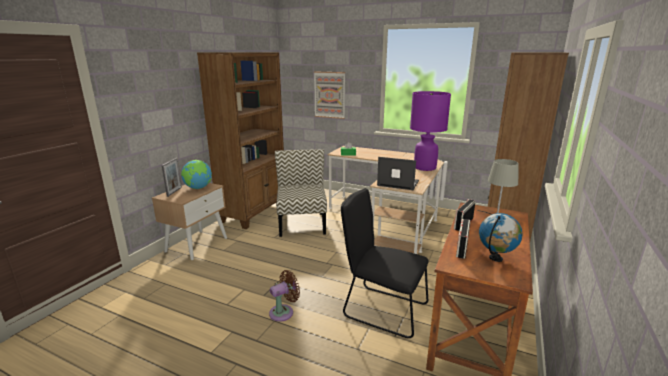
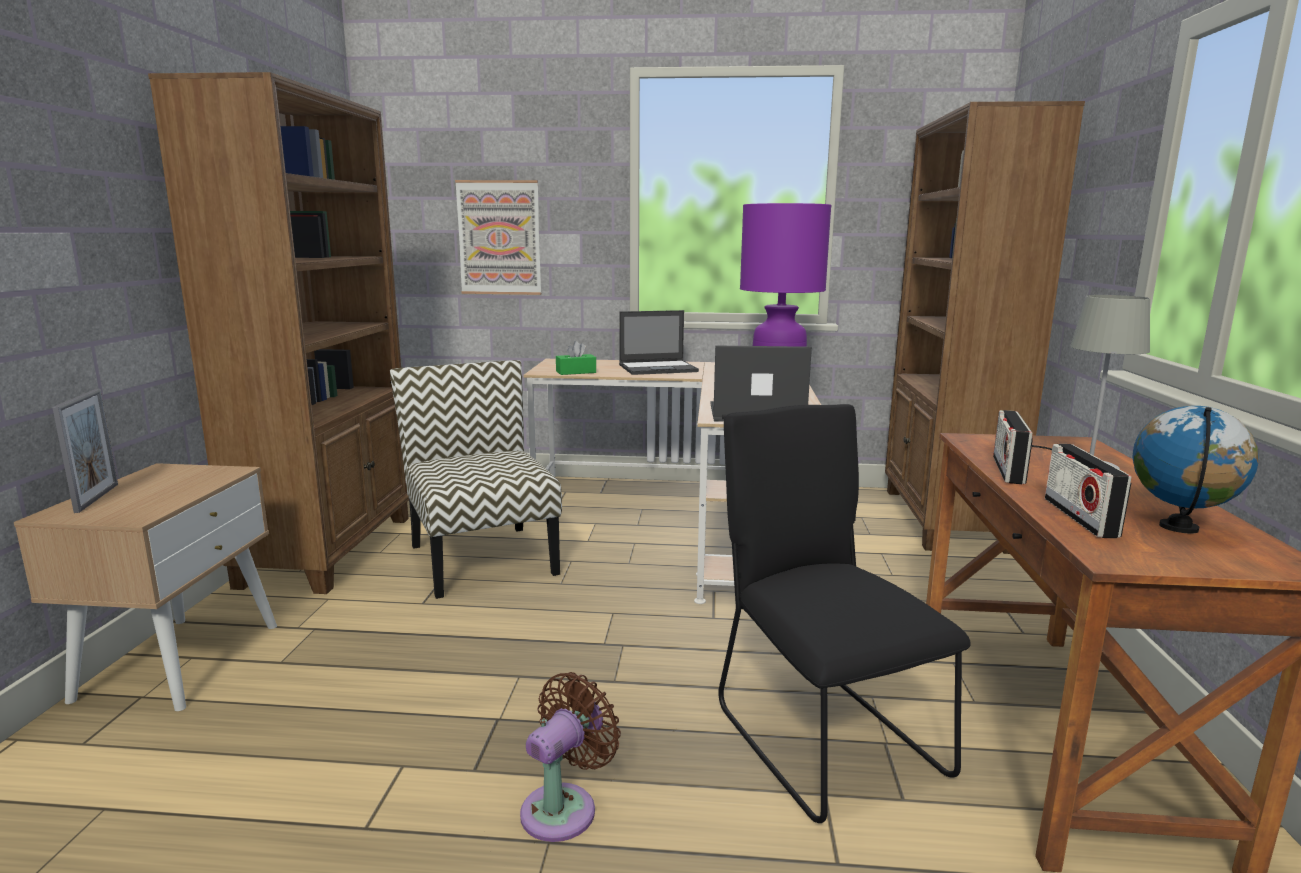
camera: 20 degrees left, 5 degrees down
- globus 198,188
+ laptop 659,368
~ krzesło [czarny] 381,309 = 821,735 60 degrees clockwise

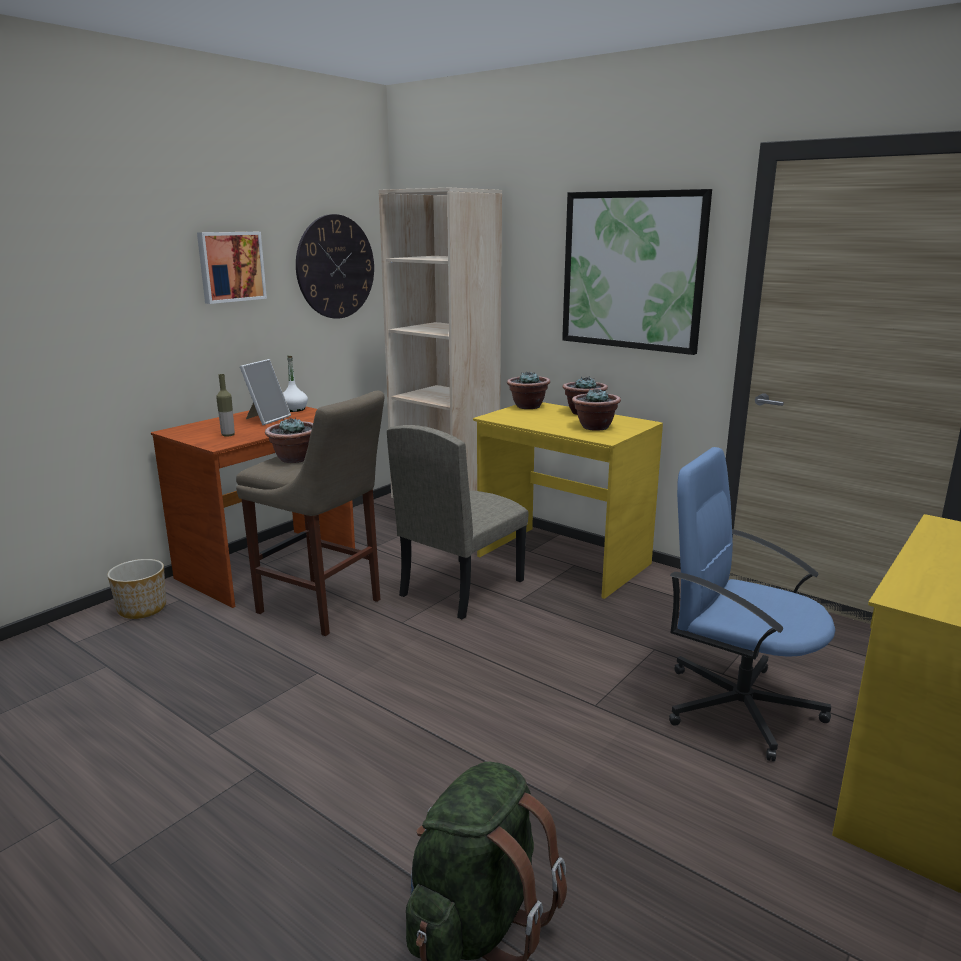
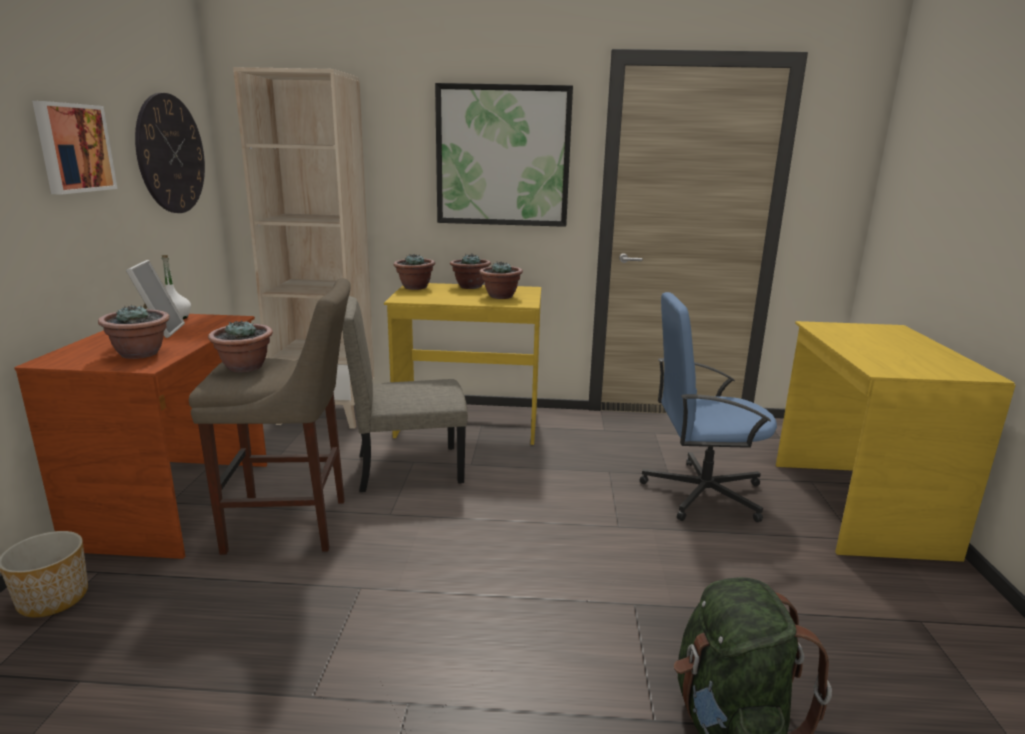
camera: 35 degrees left, 0 degrees up
~ butelka 228,435 to roślina doniczkowa 140,354
~ krzesło [beżowy] 461,587 = 409,468 75 degrees clockwise

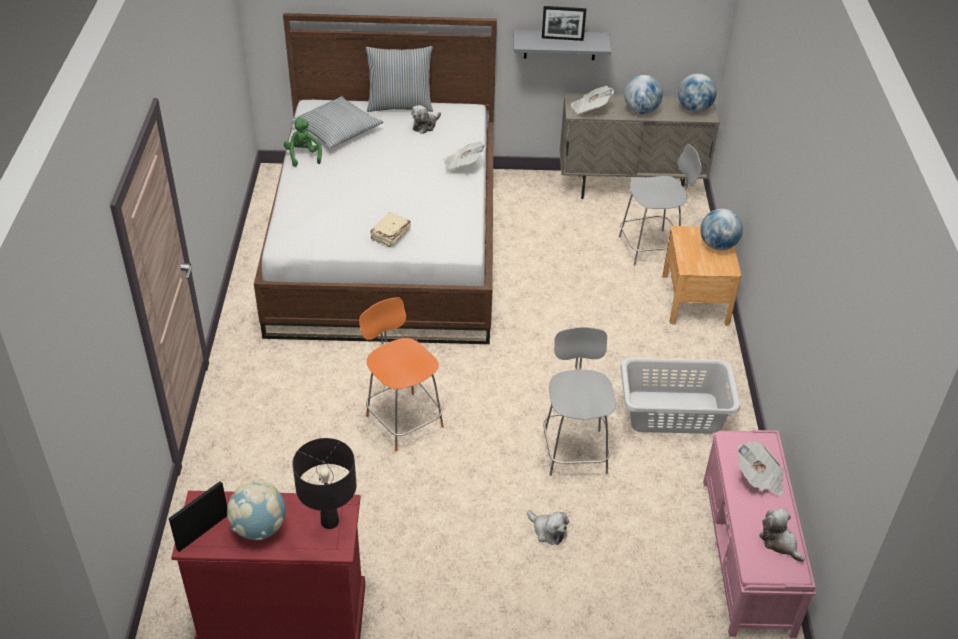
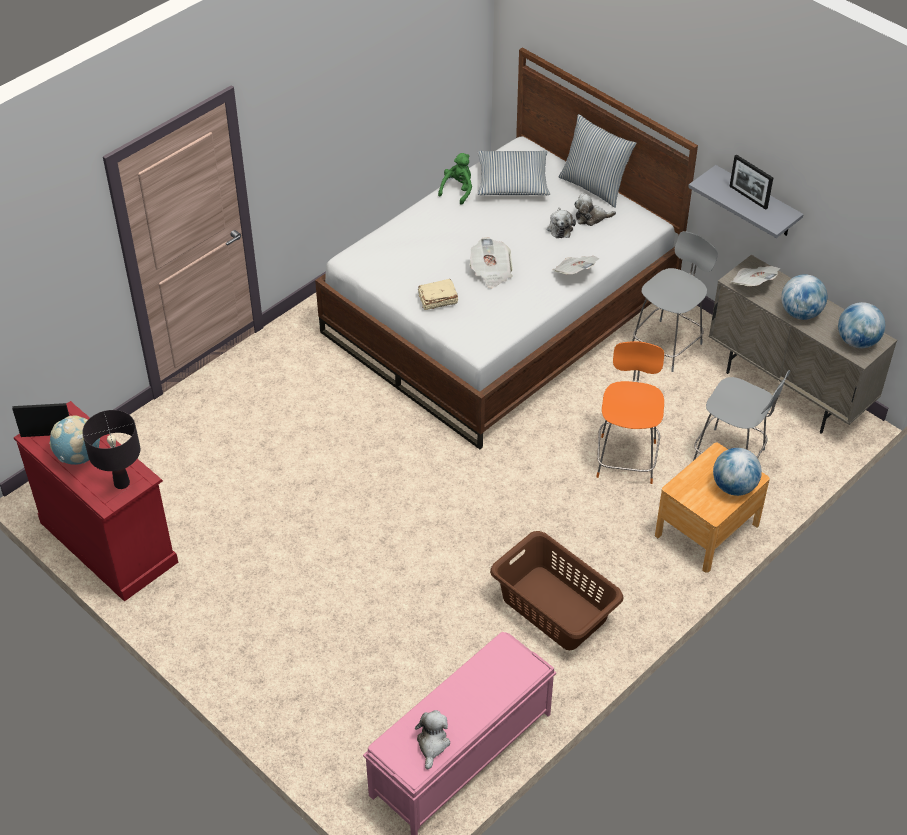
camera: 45 degrees right, 5 degrees up
~ krzesło [pomarańczowy] 403,419 to 626,457
~ pluszak 548,531 to 560,228
~ krzesło [szary] 575,450 to 668,344
~ gazeta 759,478 to 491,272
~ kosz na pranie [szary] 674,413 to kosz na pranie [brązowy] 554,609

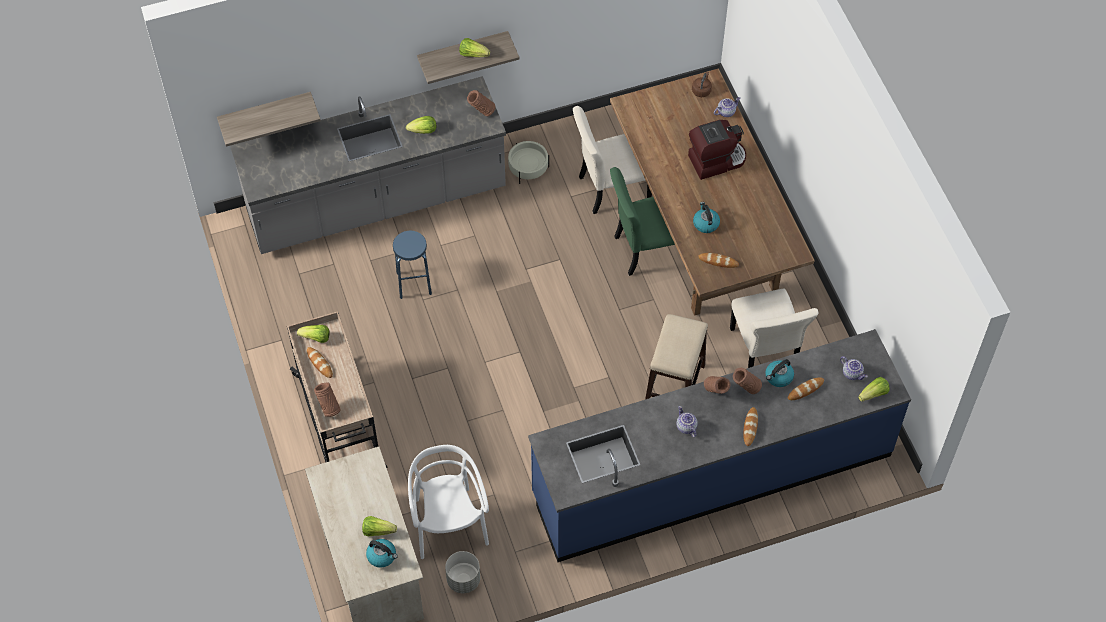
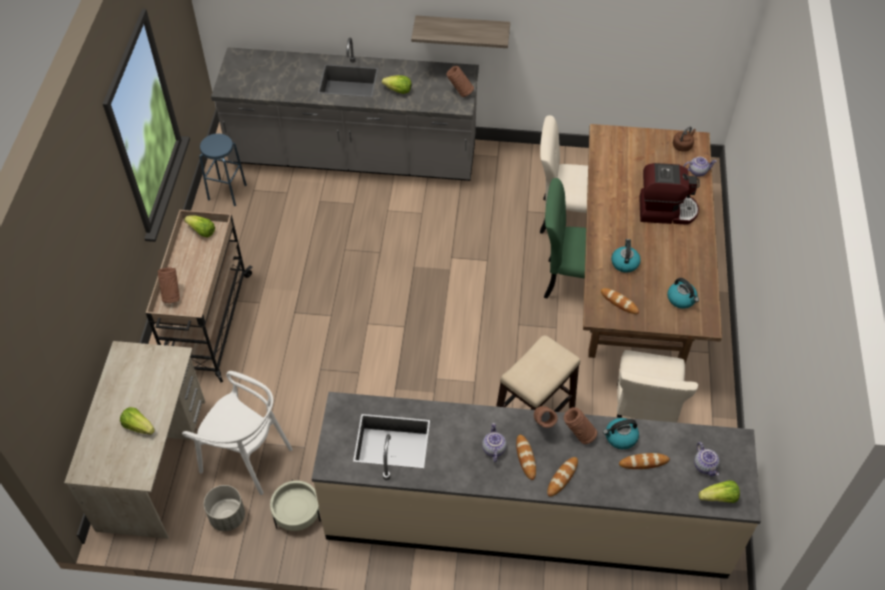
camera: 25 degrees right, 5 degrees down
- półka 265,113
- sałata 473,54
~ chleb 319,363 to 525,458
~ czajnik 382,556 to 681,299
~ stołek [niebieski] 413,283 to 227,192
~ donica [beżowy] 528,168 to 297,513
~ zabudowa kuchenna [niebieski] 711,474 to zabudowa kuchenna [beżowy] 527,517
~ krzesło [biały] 448,524 = 246,457 105 degrees clockwise

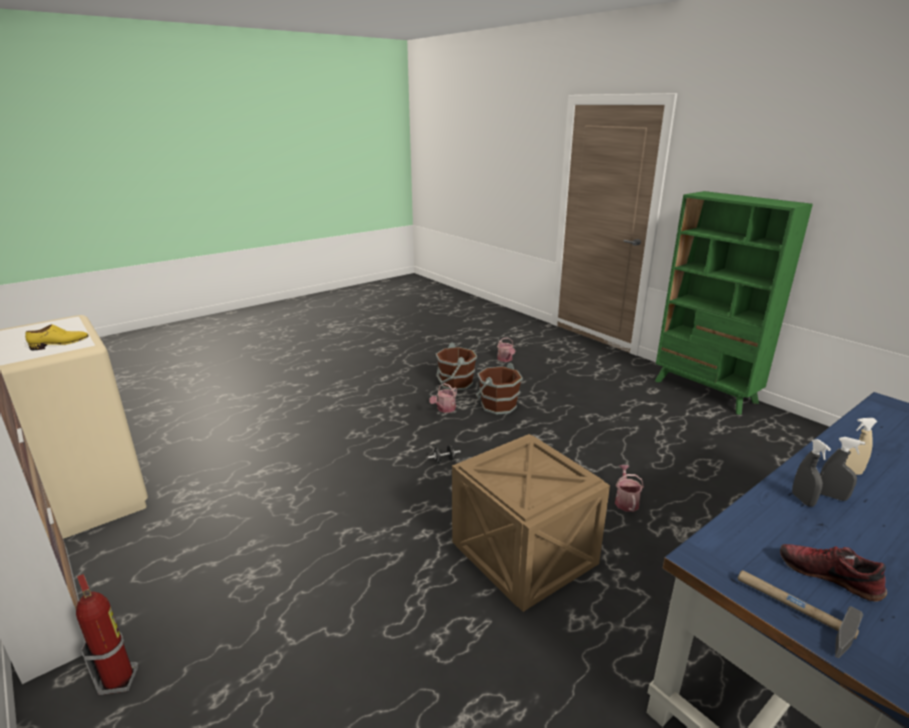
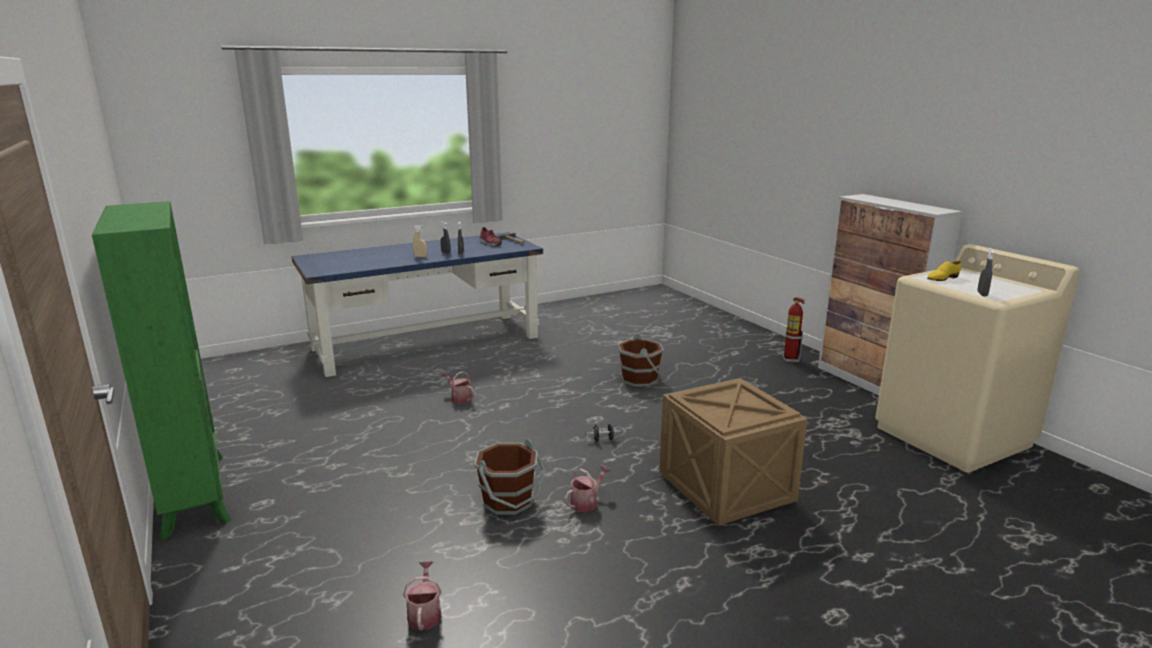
camera: 170 degrees left, 5 degrees down
+ spryskiwacz [szary] 982,294
~ wiadro [brązowy] 455,383 to 640,379
~ skrzynka 524,556 to 724,487
~ konewka 625,501 = 459,398 120 degrees clockwise

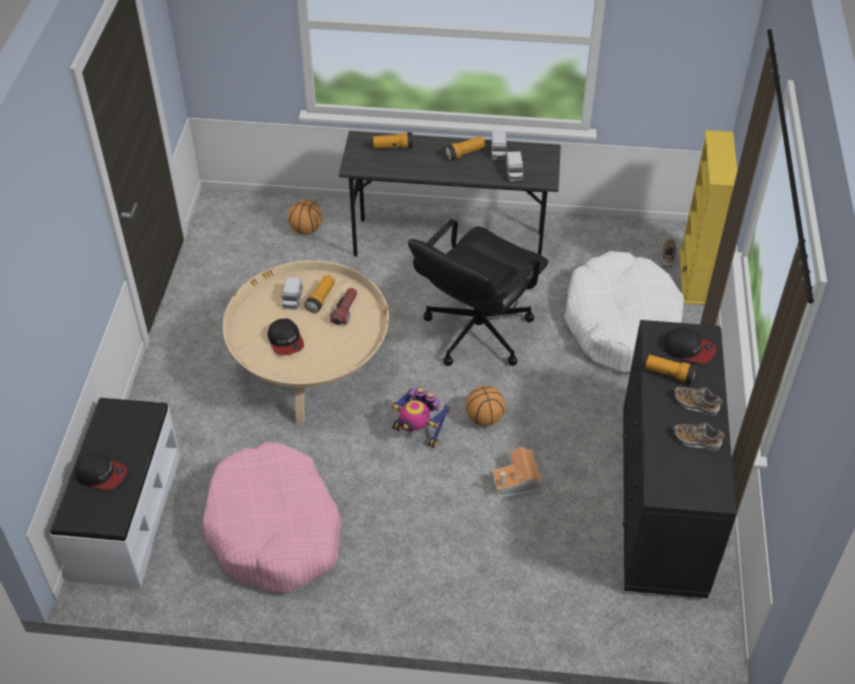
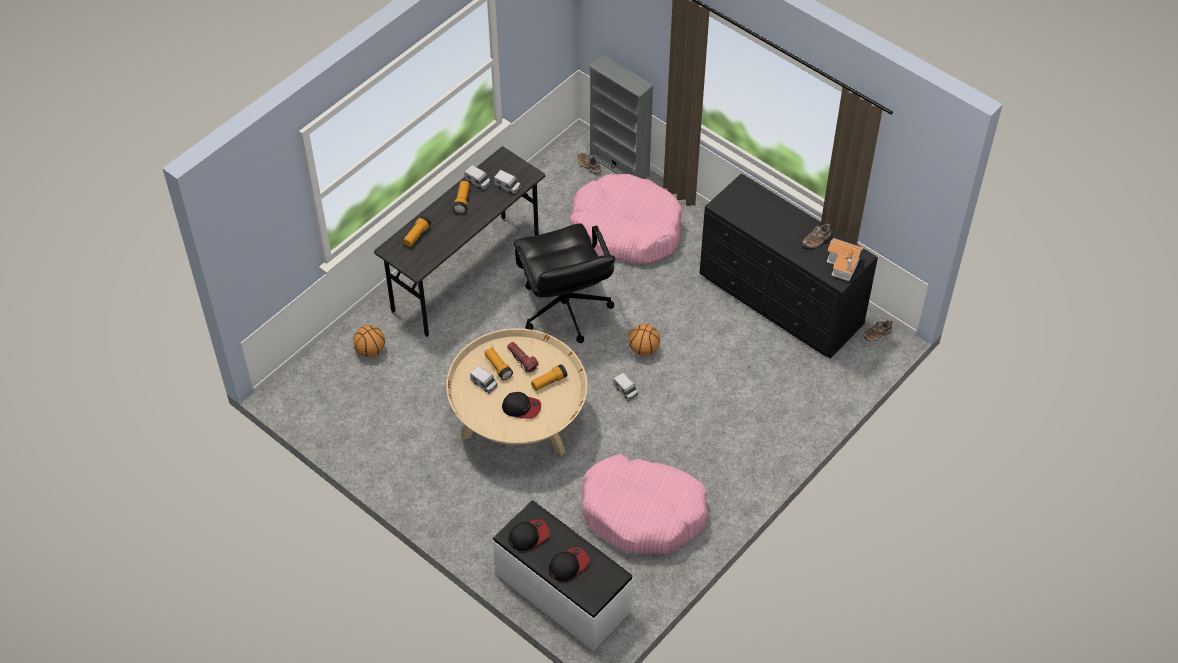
camera: 55 degrees left, 5 degrees up
~ domek 516,482 to 843,265
~ latarka 669,374 to 549,382
~ czapka z daszkiem 689,349 to 528,536
~ but 696,404 to 877,334
~ robot zabawkowy 419,432 to ciężarówka zabawkowa 625,391
~ legowisko [biały] 621,324 to legowisko [różowy] 626,229
~ regał [żółty] 694,277 to regał [szary] 619,165

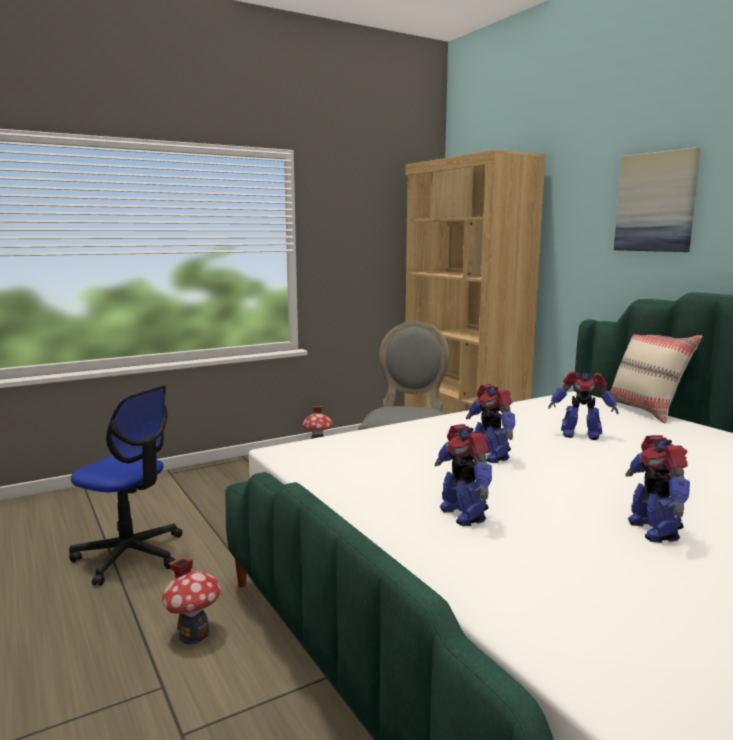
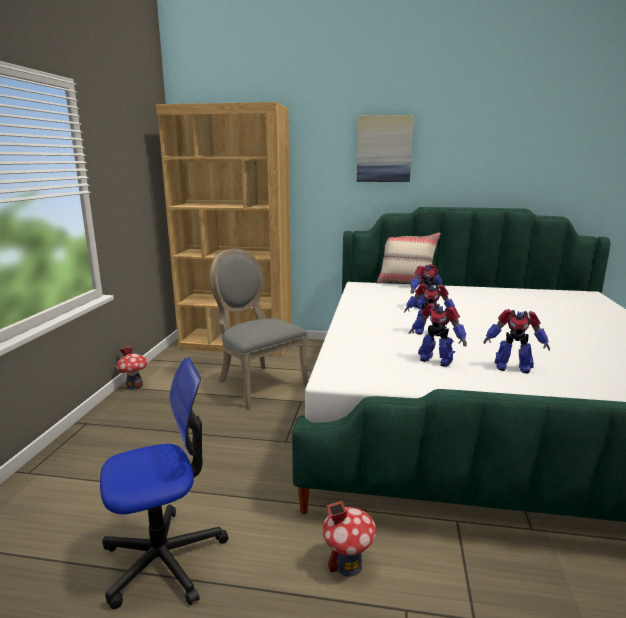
camera: 50 degrees left, 5 degrees up
~ robot zabawkowy 653,530 to 435,360

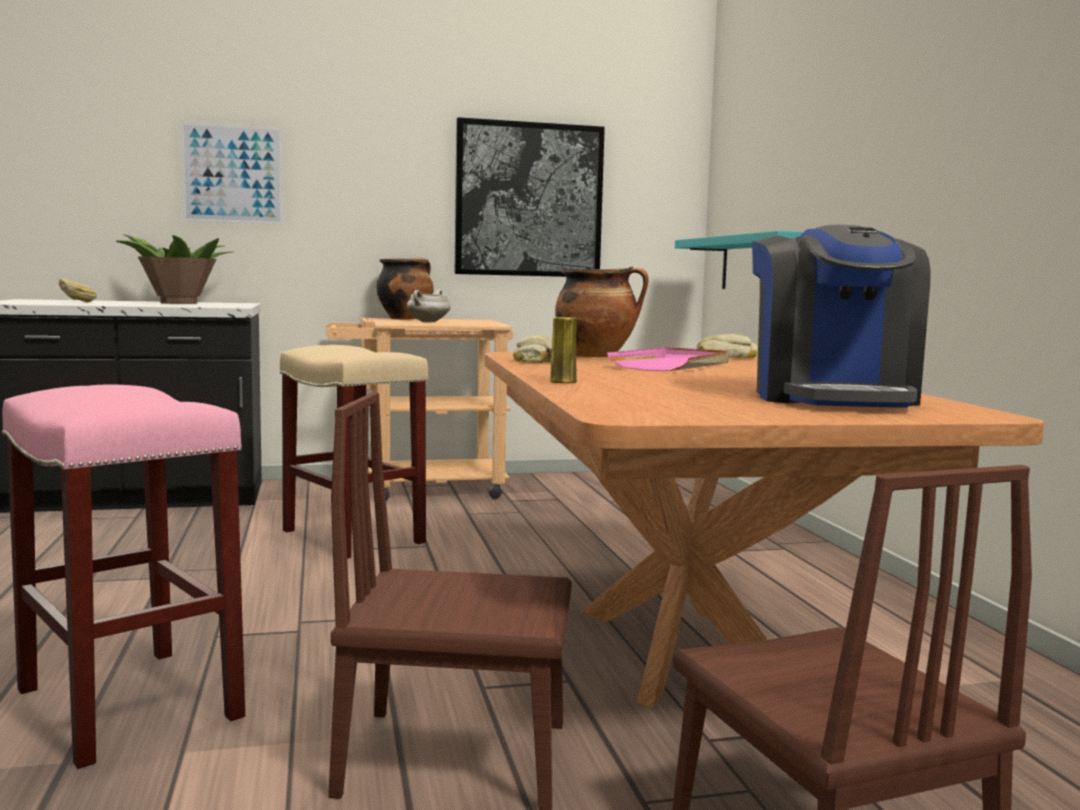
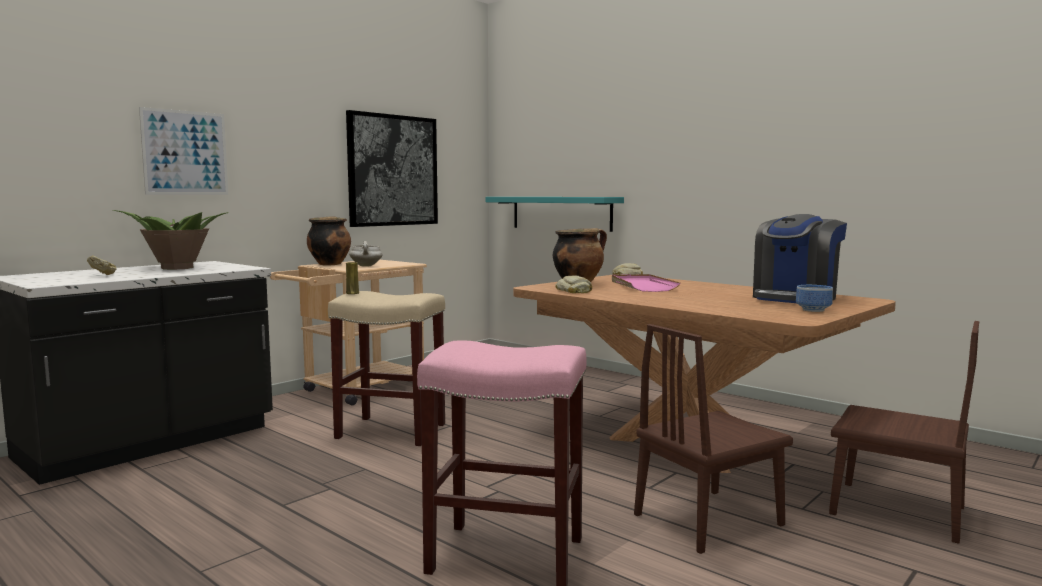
camera: 35 degrees left, 0 degrees up
+ miska 812,310
~ wazon [żółty] 563,381 to 352,293
~ ekspres do kawy 831,398 = 795,298 75 degrees clockwise

